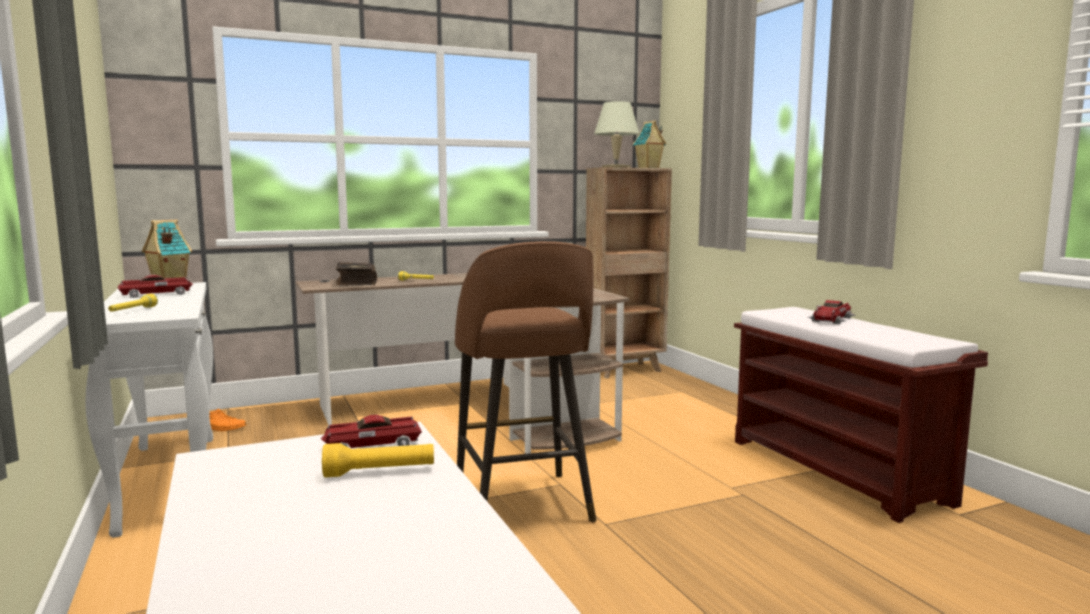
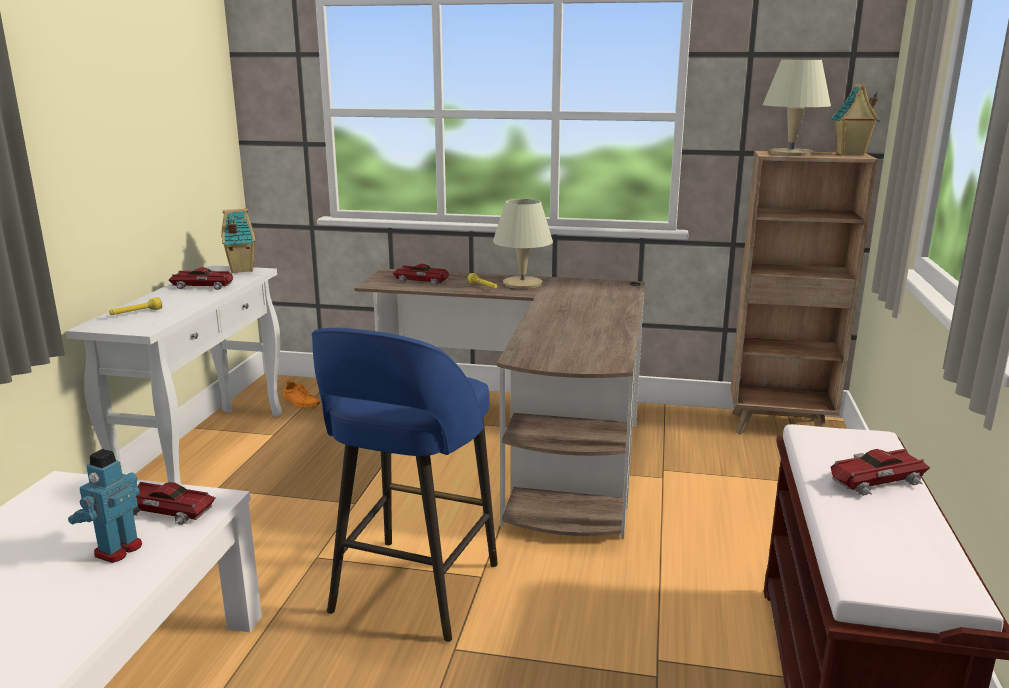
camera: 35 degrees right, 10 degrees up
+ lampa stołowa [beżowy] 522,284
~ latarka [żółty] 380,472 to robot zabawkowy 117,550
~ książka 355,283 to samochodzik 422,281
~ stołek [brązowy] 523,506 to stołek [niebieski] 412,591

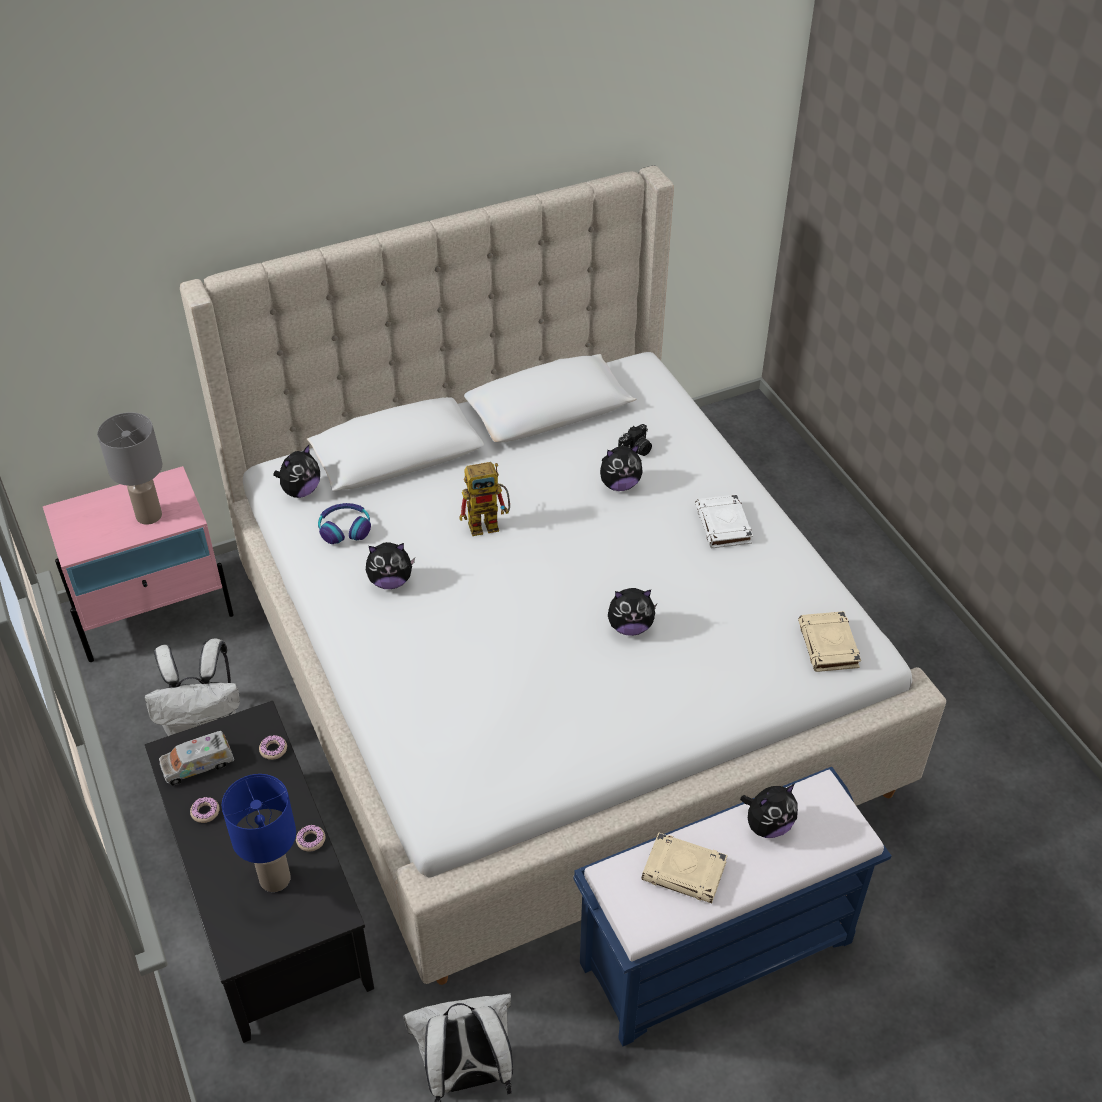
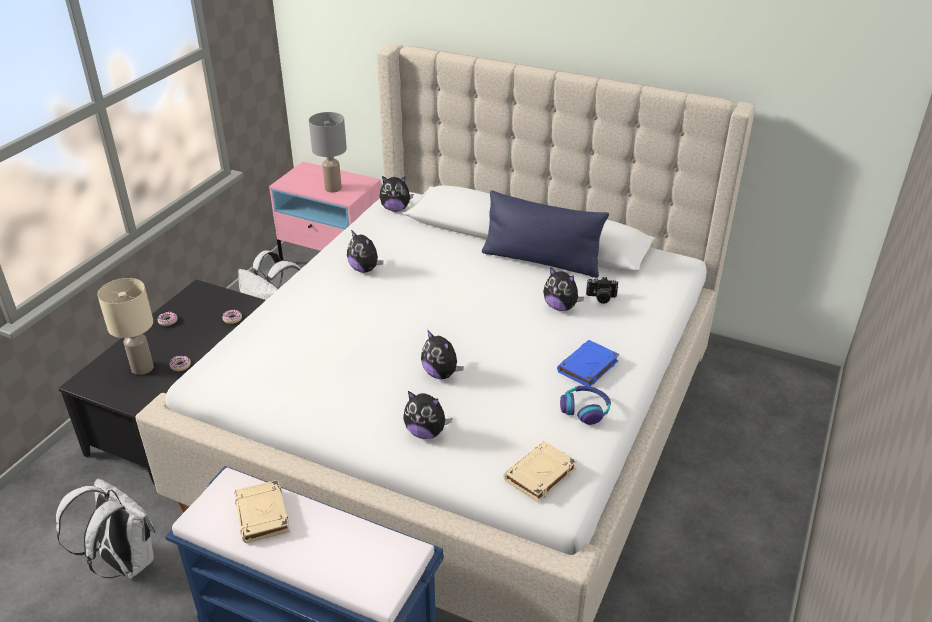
camera: 50 degrees right, 10 degrees down
- ciężarówka zabawkowa 198,765
- robot zabawkowy 489,523
+ poduszka [niebieski] 541,261
~ słuchawki 345,529 to 585,409
~ pluszak 767,825 to 426,432
~ lampa stołowa [niebieski] 275,878 to lampa stołowa [beżowy] 143,368
~ książka [biały] 723,525 to książka [niebieski] 587,367

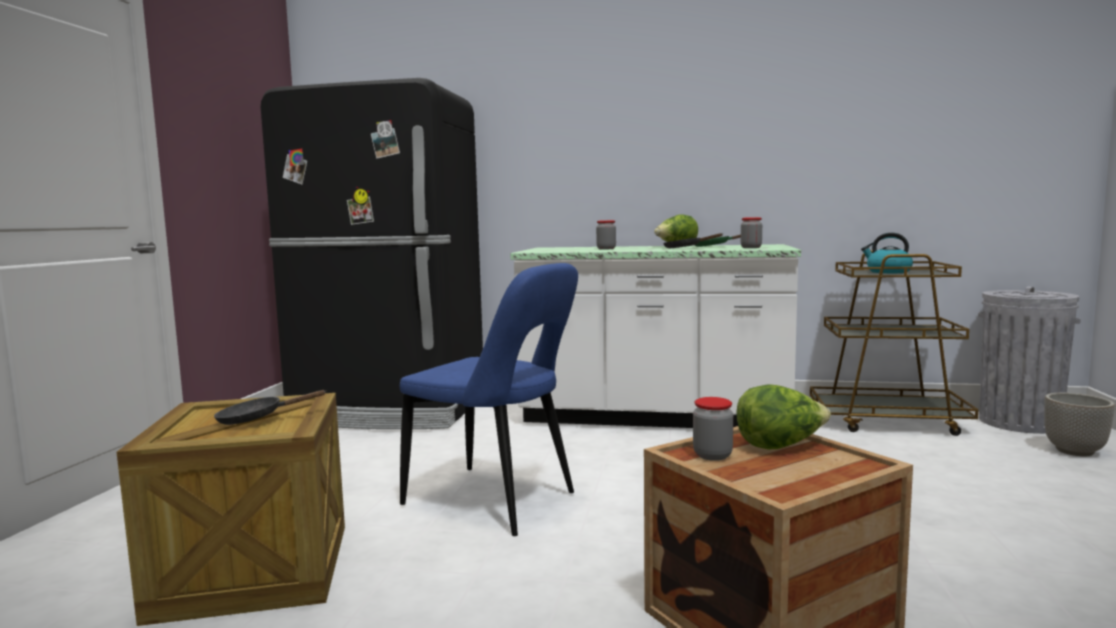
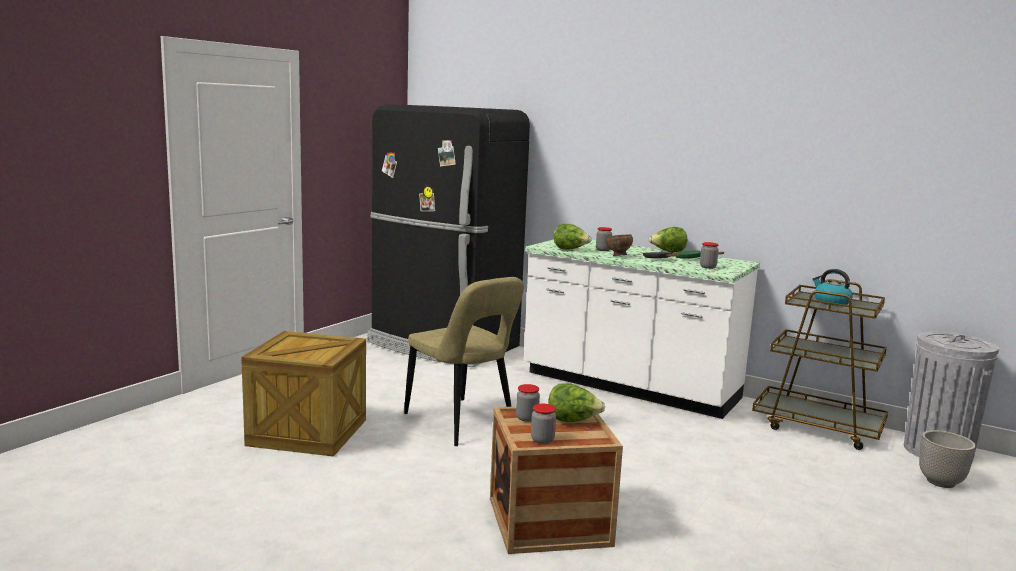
camera: 20 degrees right, 5 degrees up
- patelnia [czarny] 257,419
+ słoik 542,440
+ sałata 570,250
+ miska [brązowy] 618,256
~ krzesło [niebieski] 496,501 to krzesło [beżowy] 462,424

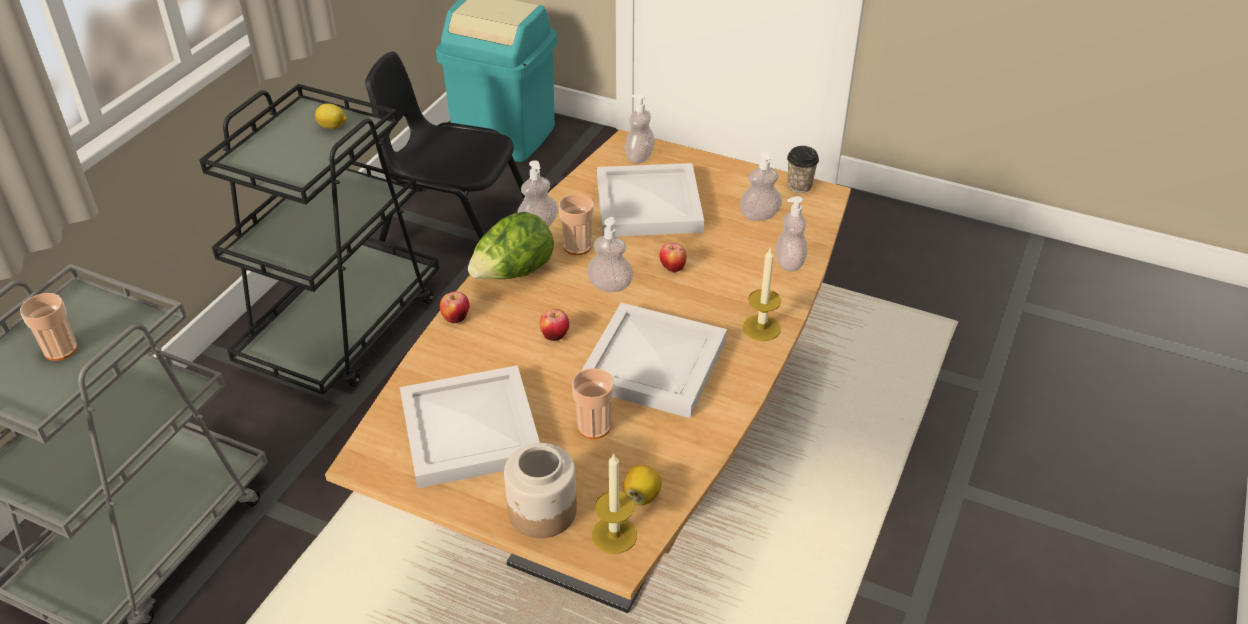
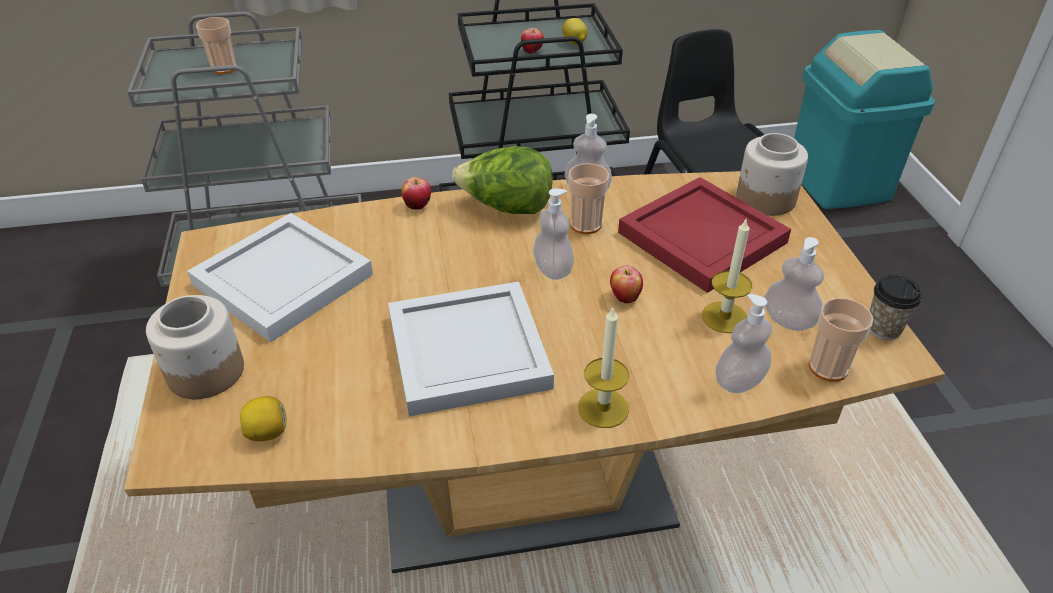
camera: 55 degrees right, 0 degrees up
~ jabłko 555,336 to 532,52
~ filiżanka 594,427 to 828,367
~ świeca 614,535 to 724,317
~ dozownik mydła 639,157 to słoik 765,199
~ taca [biały] 650,203 to taca [czerwony] 705,238

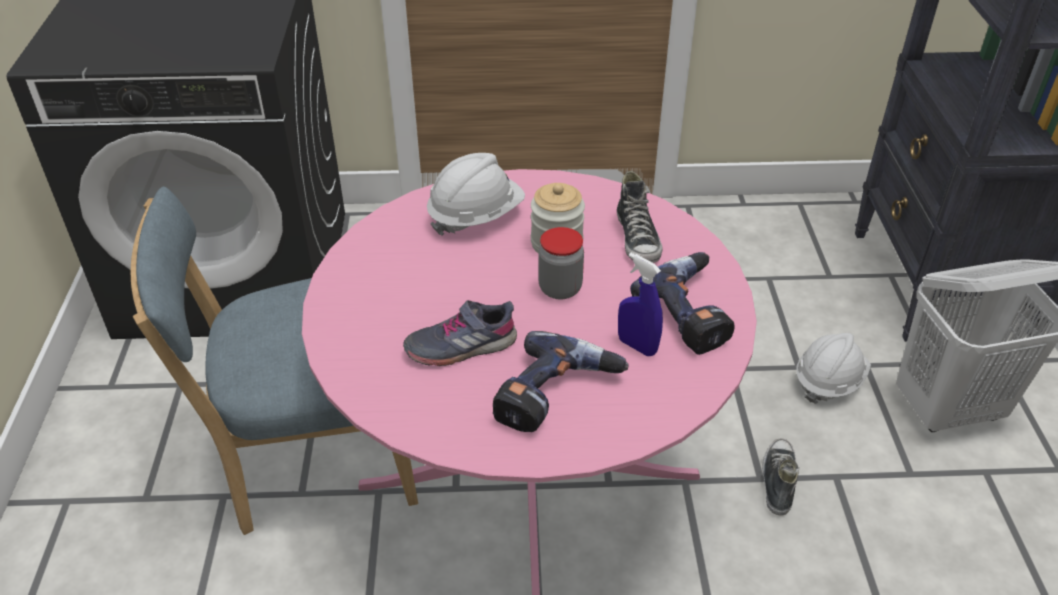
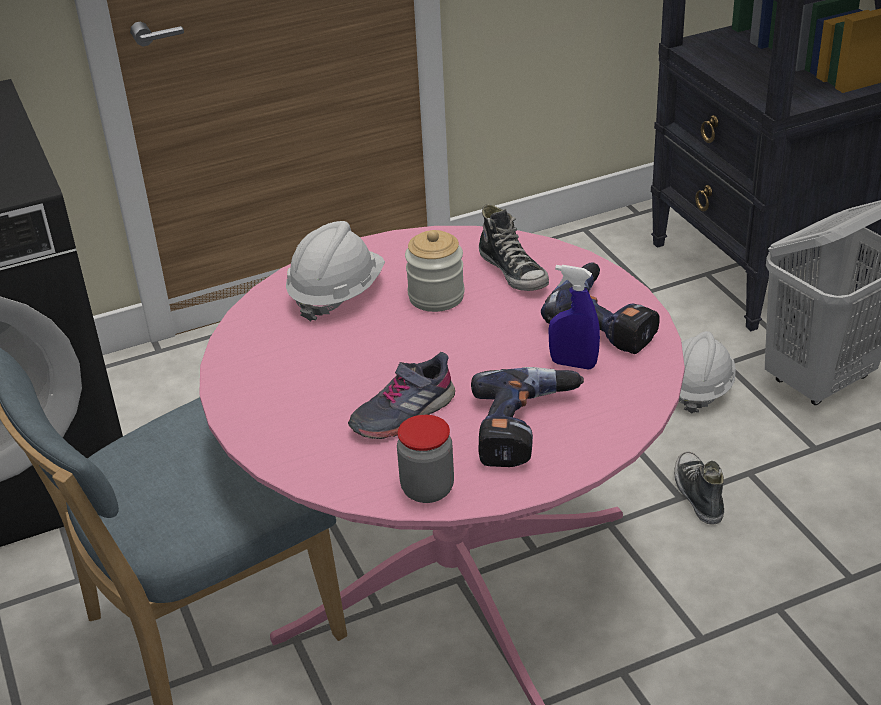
camera: 20 degrees left, 5 degrees down
~ słoik 560,288 to 427,489

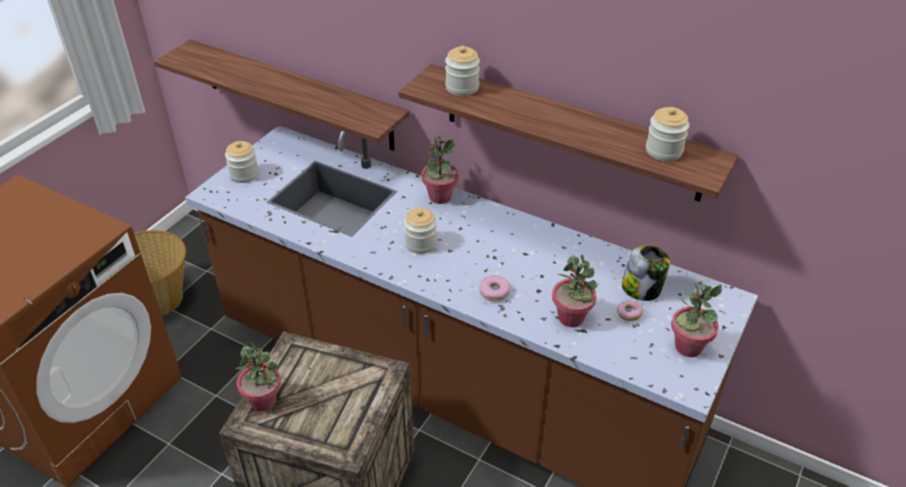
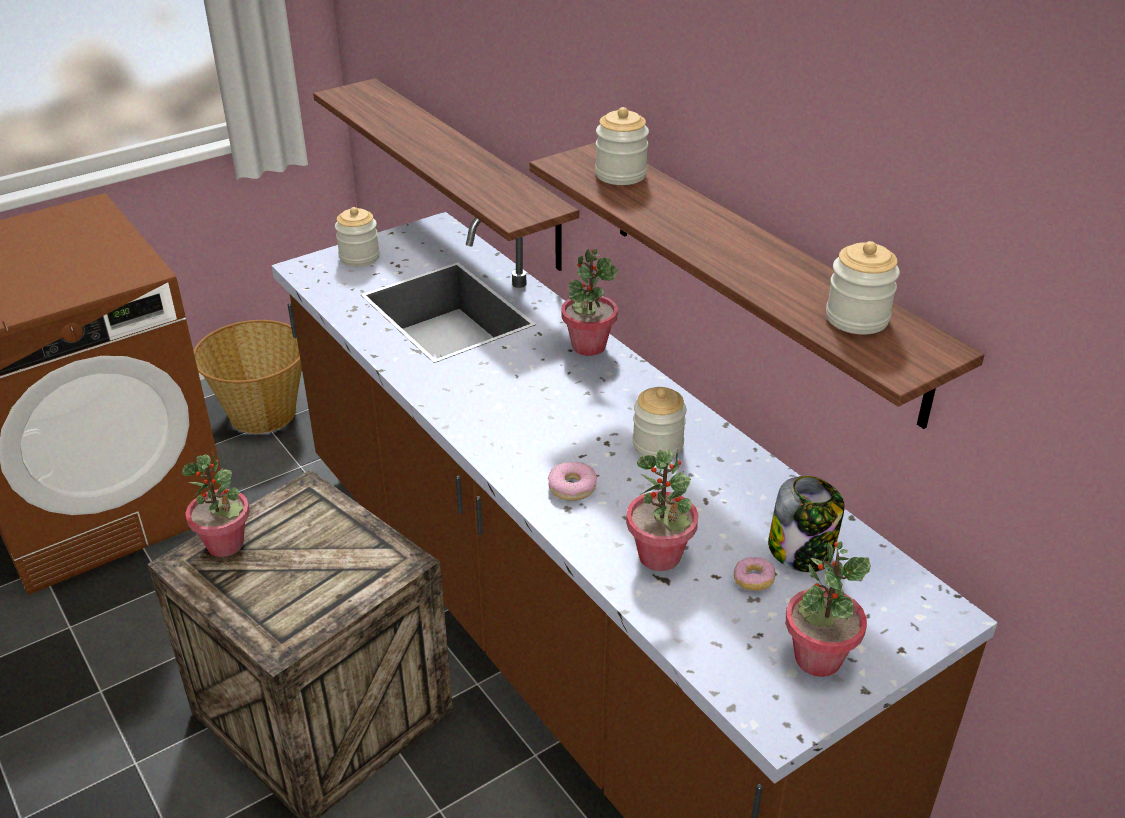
camera: 25 degrees right, 5 degrees down
~ słoik 420,243 to 657,445

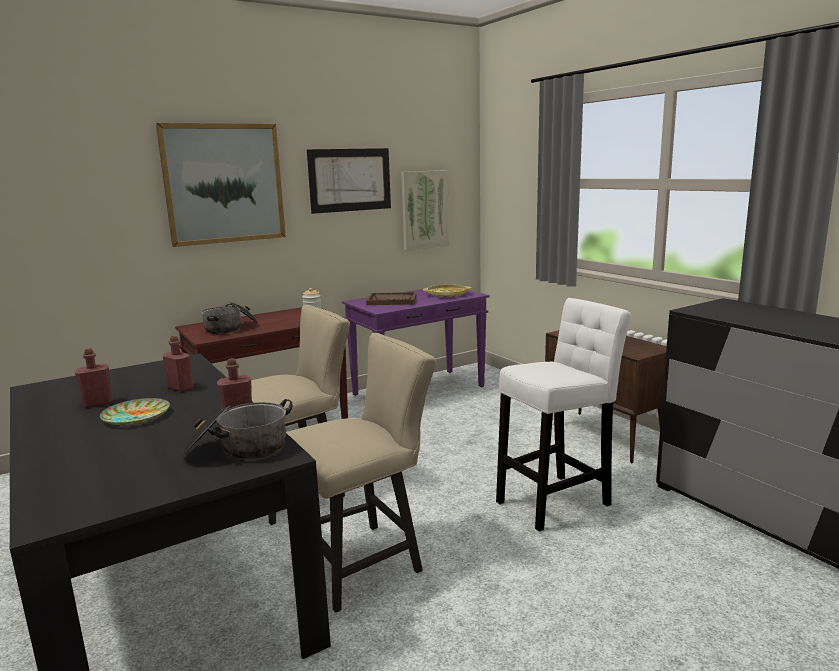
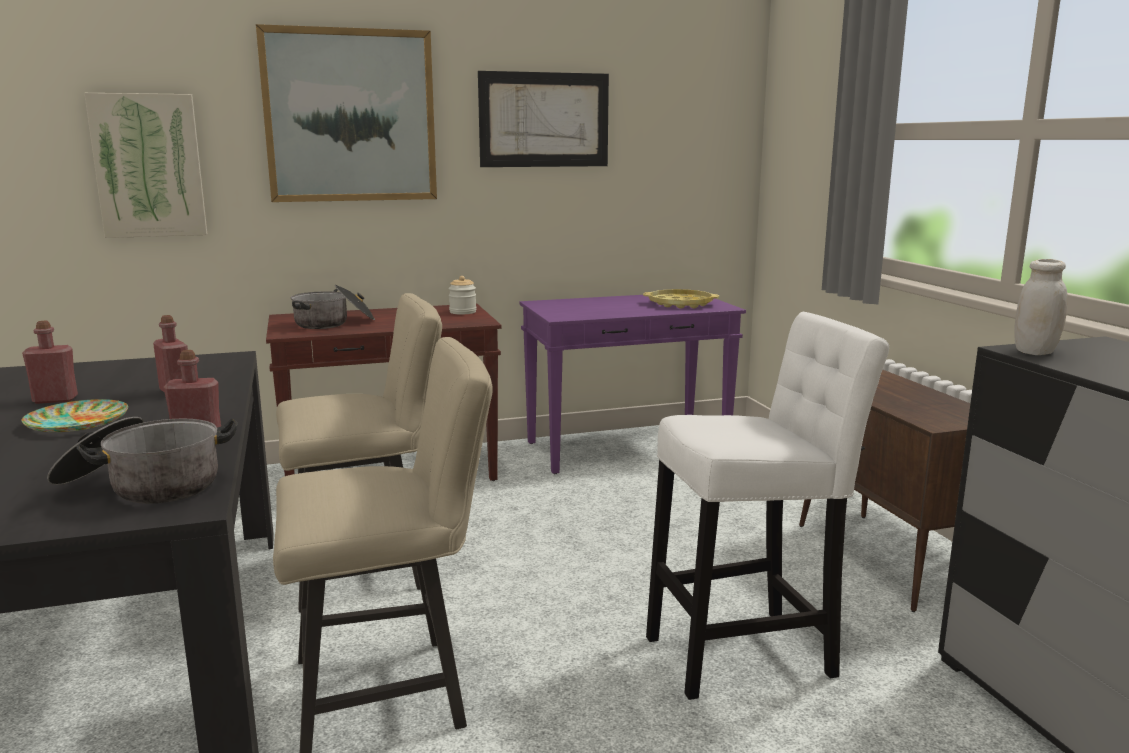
camera: 15 degrees right, 0 degrees up
- taca [brązowy] 392,300
+ słoik [biały] 1035,352
~ obraz 424,209 to 149,166

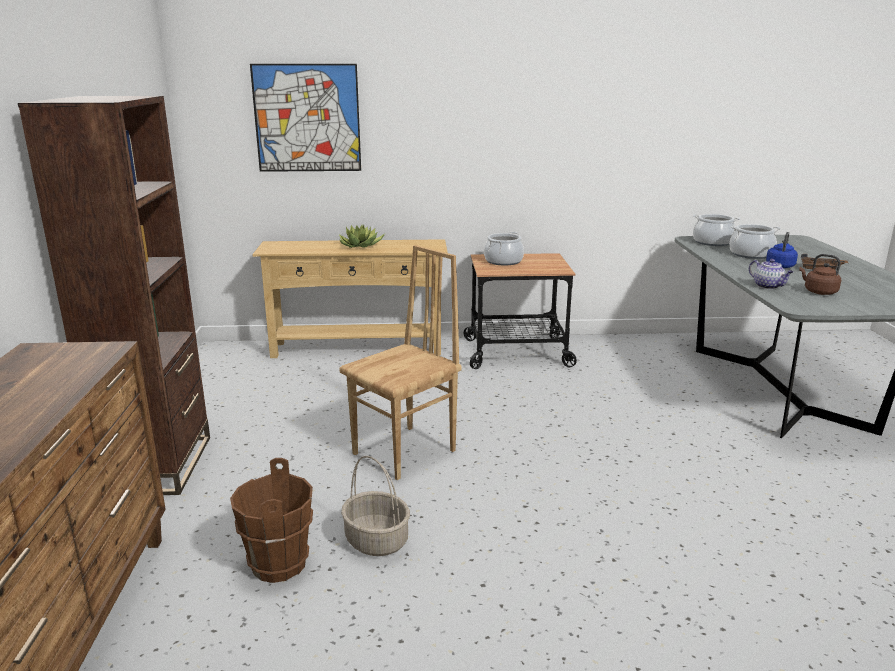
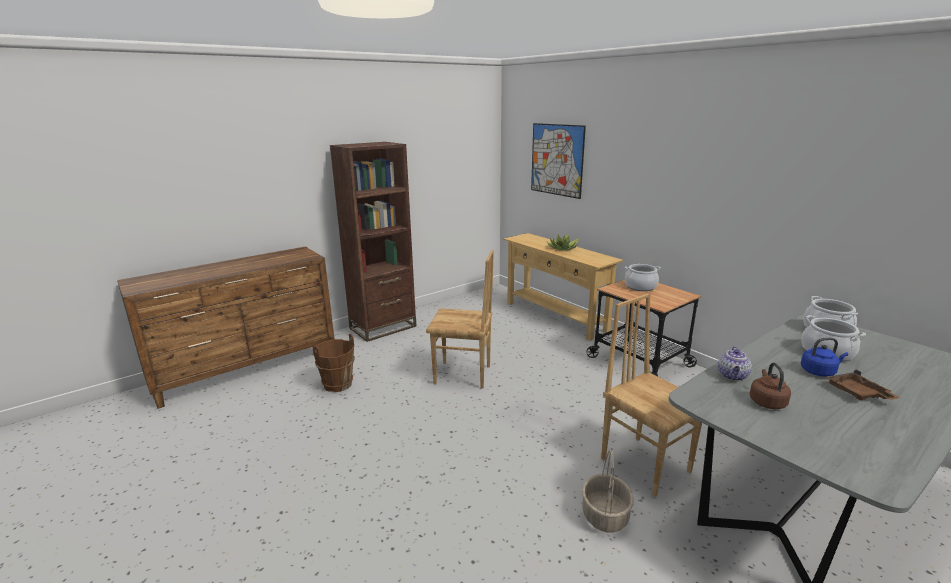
camera: 55 degrees right, 0 degrees up
+ krzesło [brązowy] 645,464
~ koszyk 376,540 to 604,515

